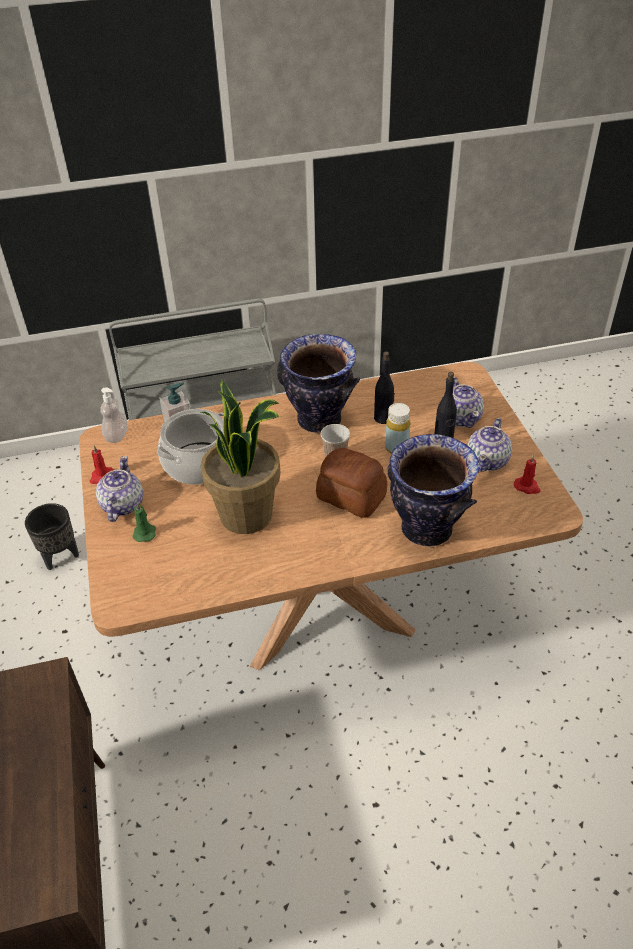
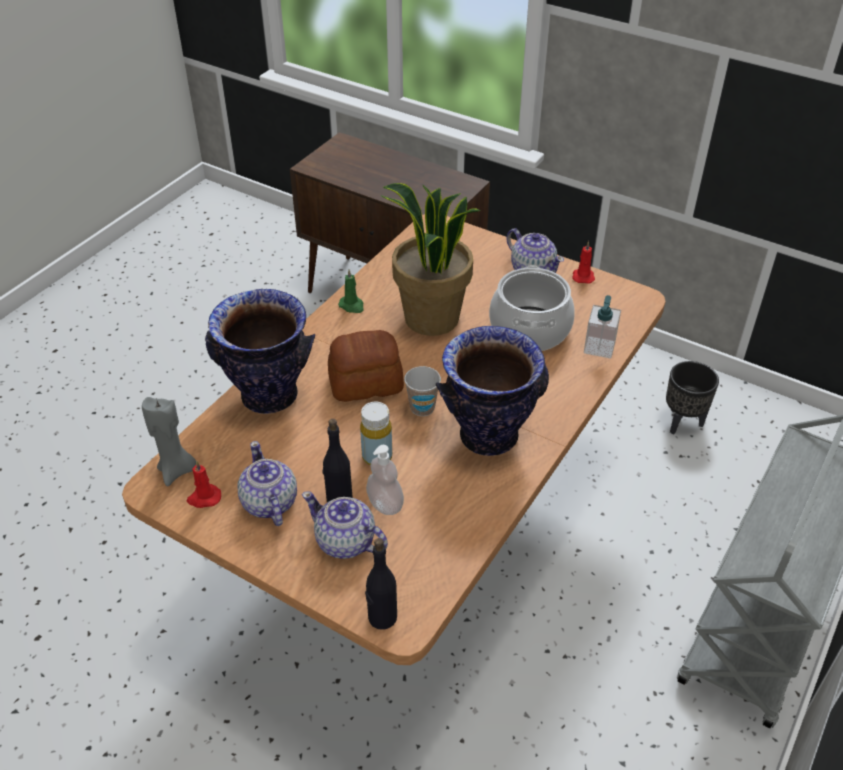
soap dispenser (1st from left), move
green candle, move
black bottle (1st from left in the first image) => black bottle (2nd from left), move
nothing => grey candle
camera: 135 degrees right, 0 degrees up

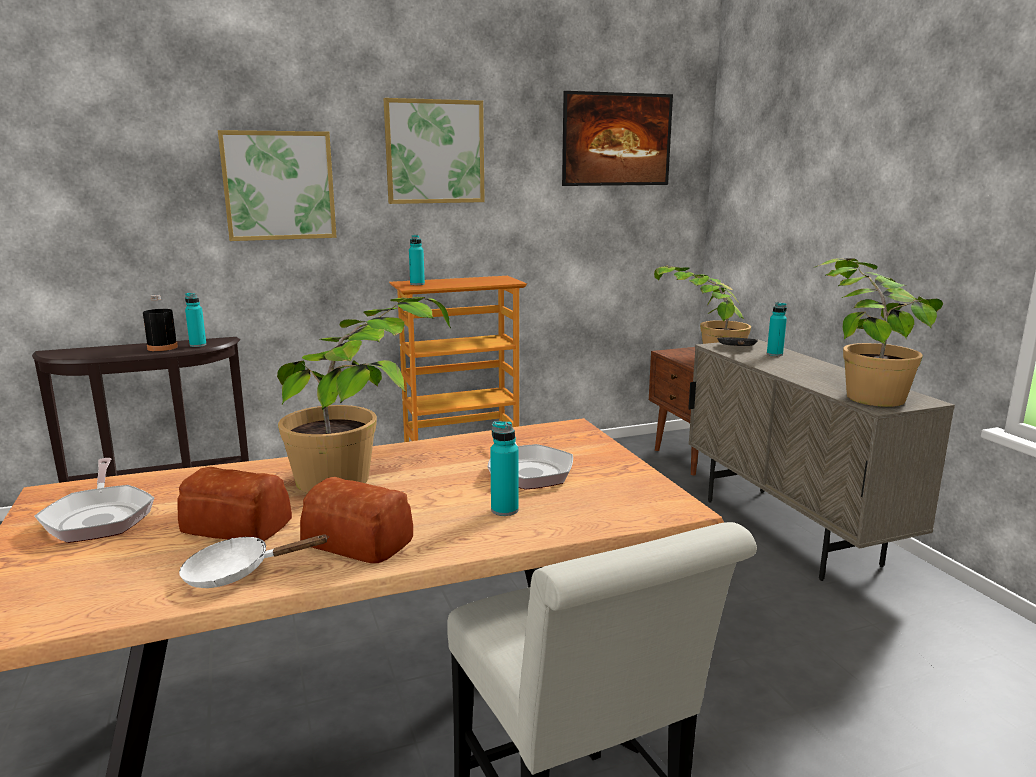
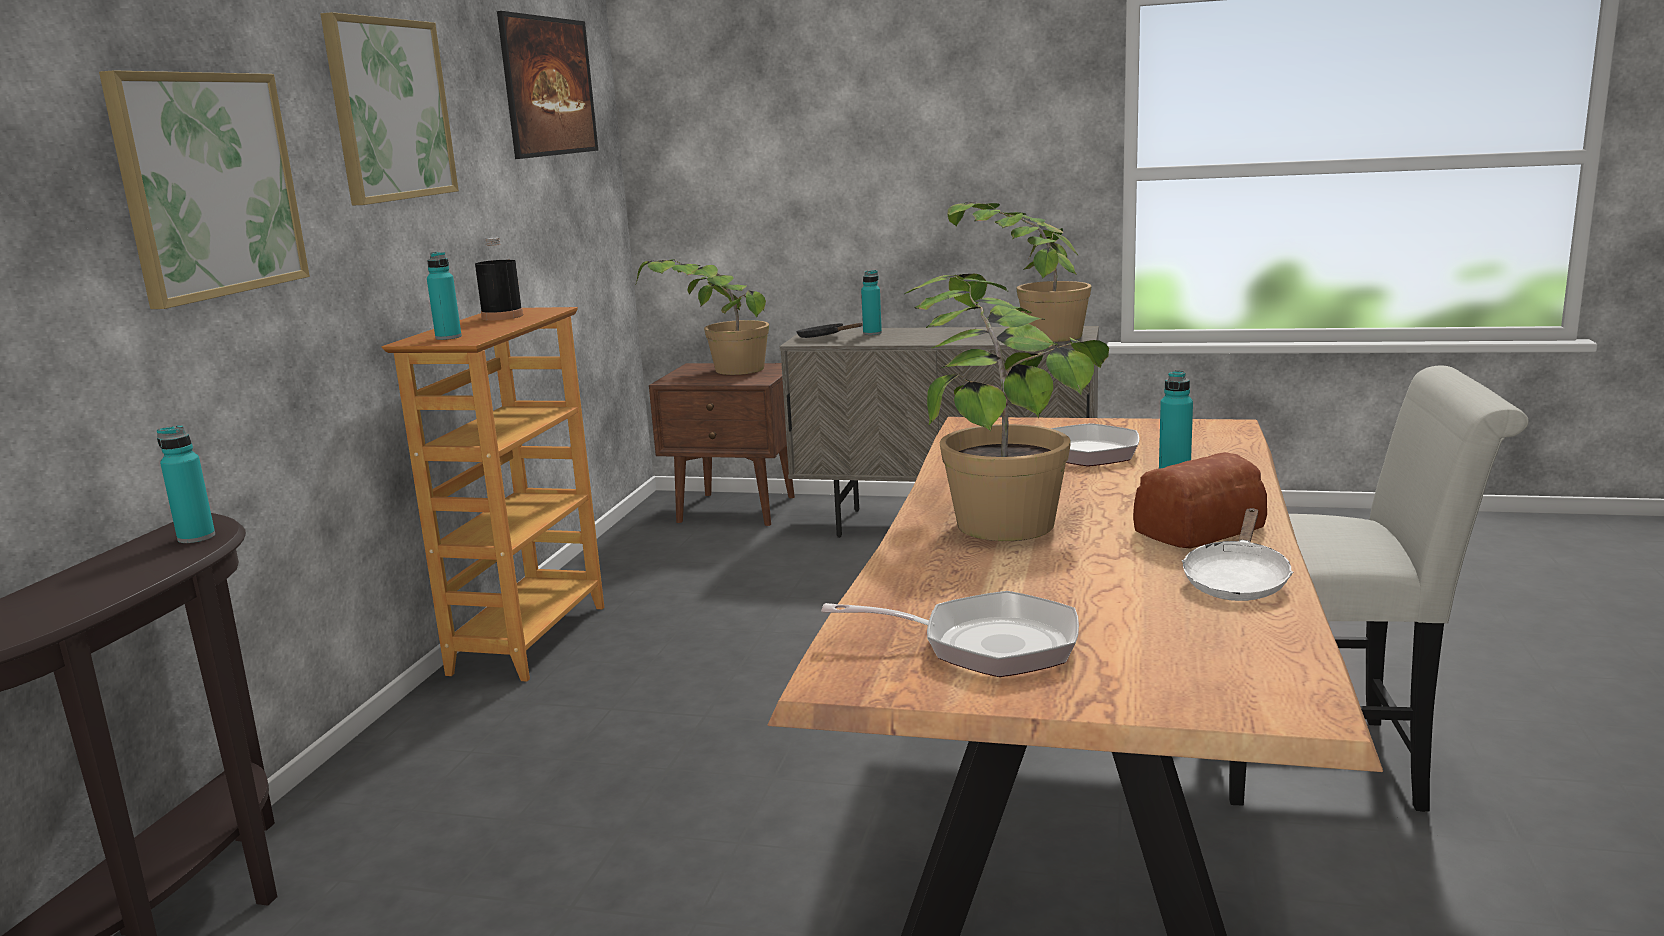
black bottle, move
bread (1st from left) => nothing
camera: 55 degrees left, 0 degrees up

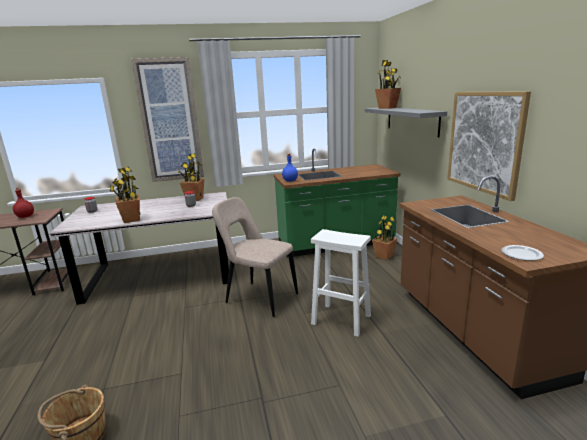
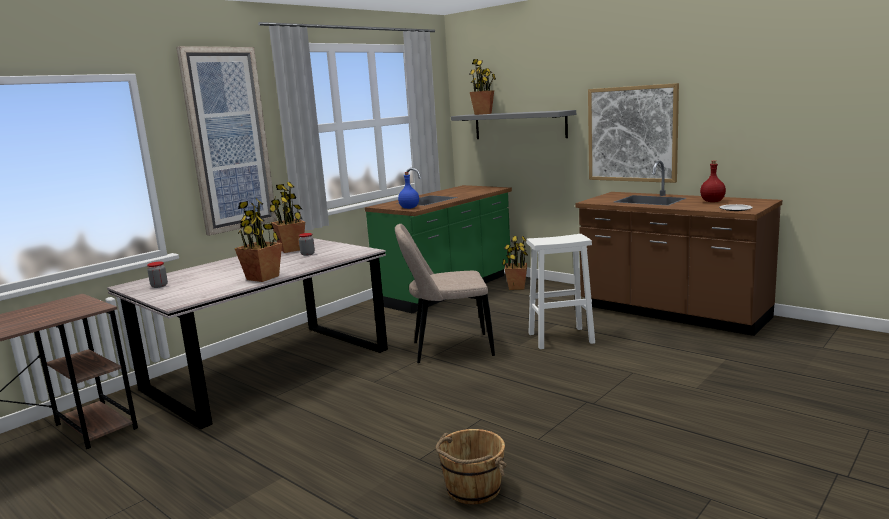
red bottle, move
camera: 35 degrees left, 5 degrees down

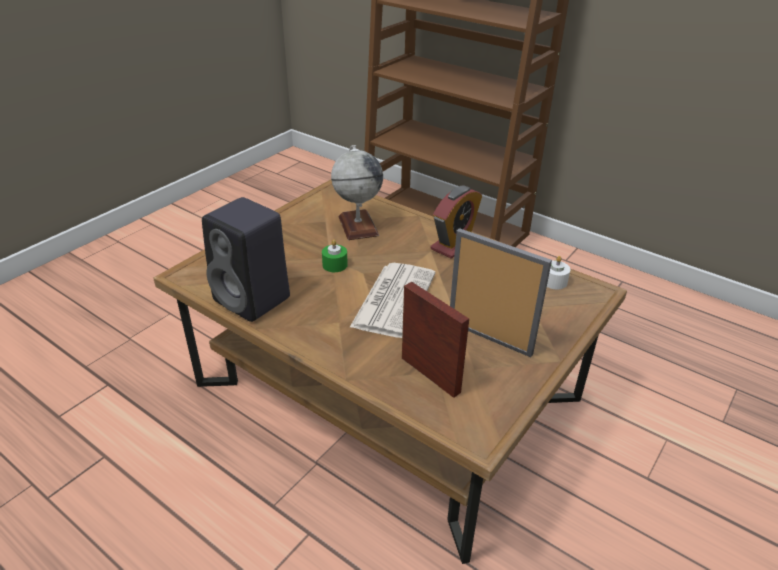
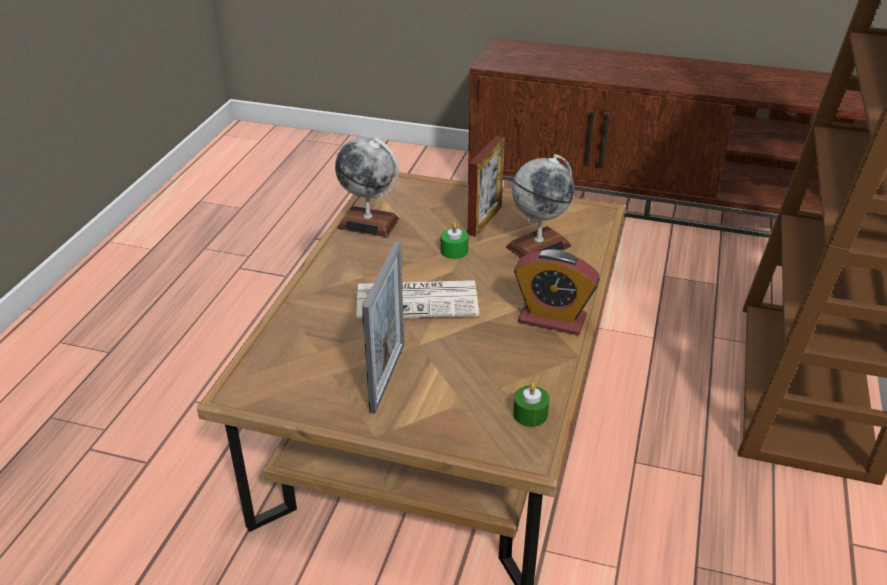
black speaker => globe (1st from left)
picture frame (1st from left in the first image) => picture frame (2nd from left), move
white candle => green candle (2nd from left)
nothing => brown tv stand
camera: 70 degrees right, 0 degrees up

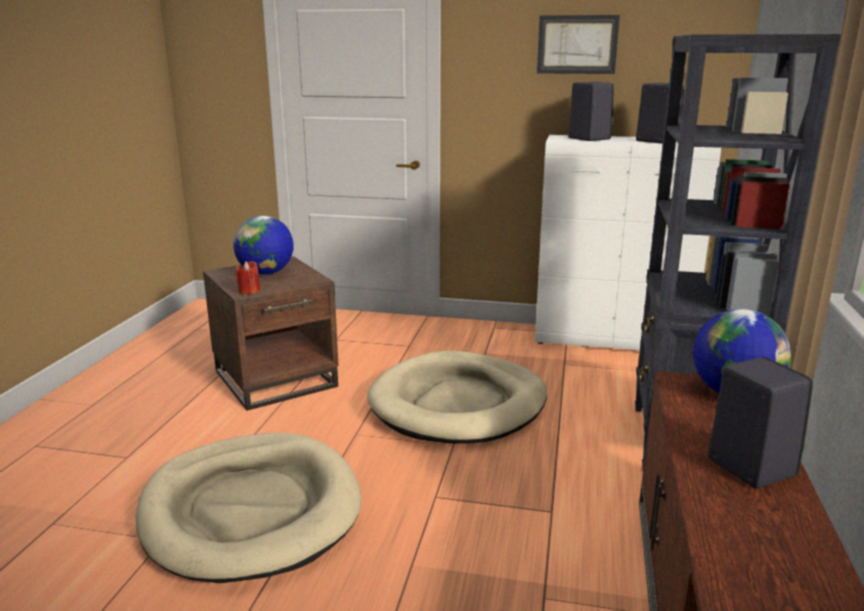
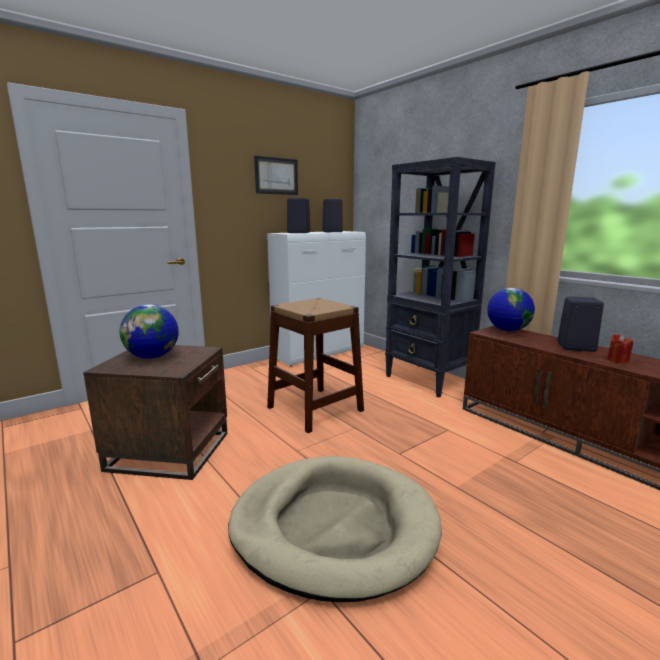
red candle, move
beige dog bed (2nd from left) => brown stool
camera: 50 degrees left, 5 degrees down

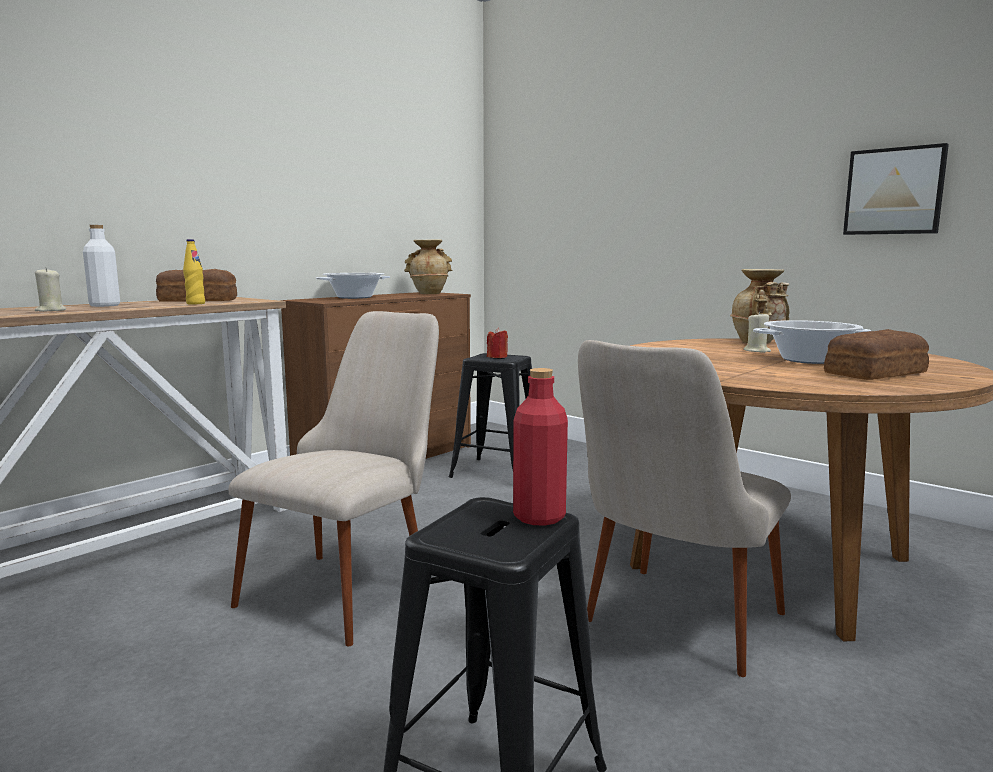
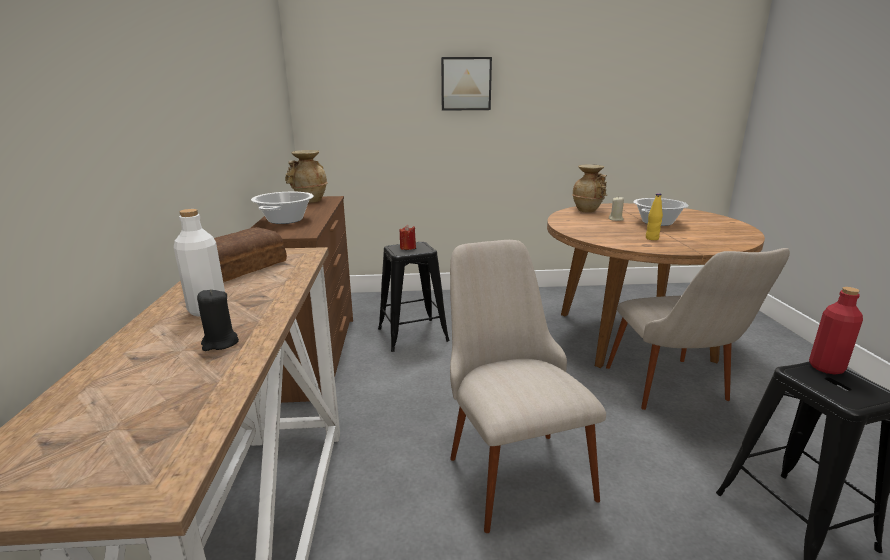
beige candle (1st from left) => black candle
yellow bottle, move
bread (2nd from left) => nothing
picture, move
camera: 45 degrees left, 10 degrees up

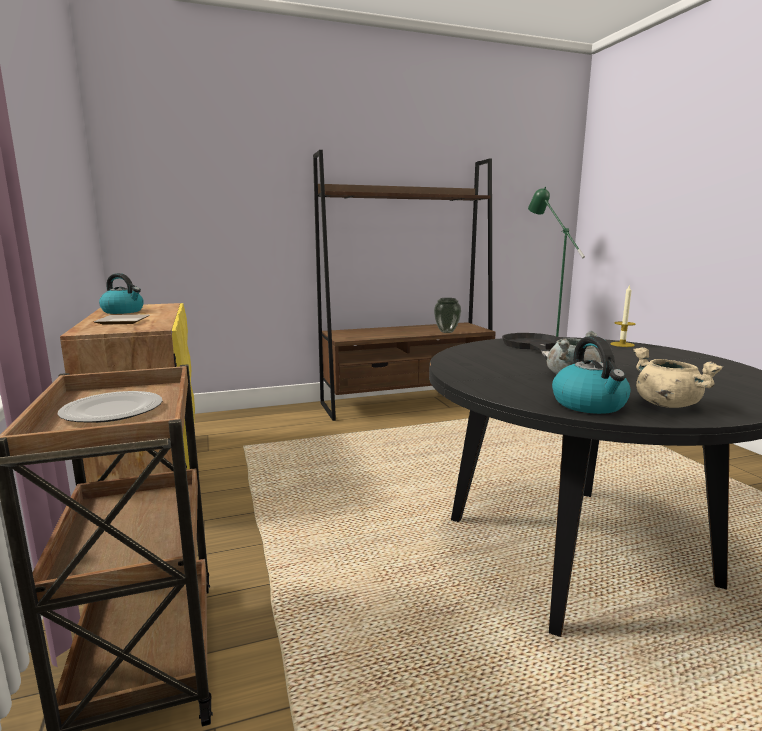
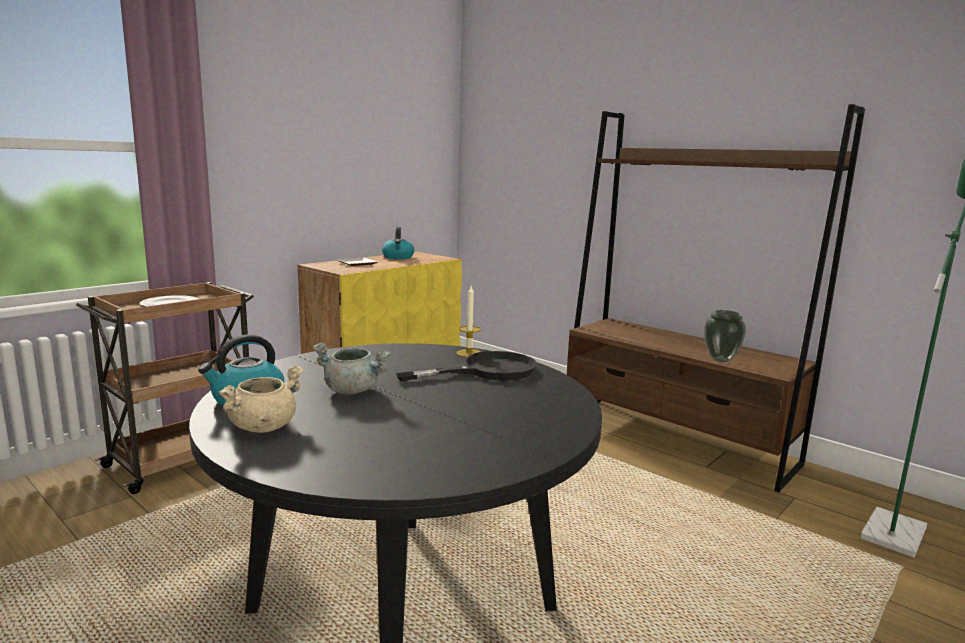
candle, move
camera: 60 degrees right, 0 degrees up

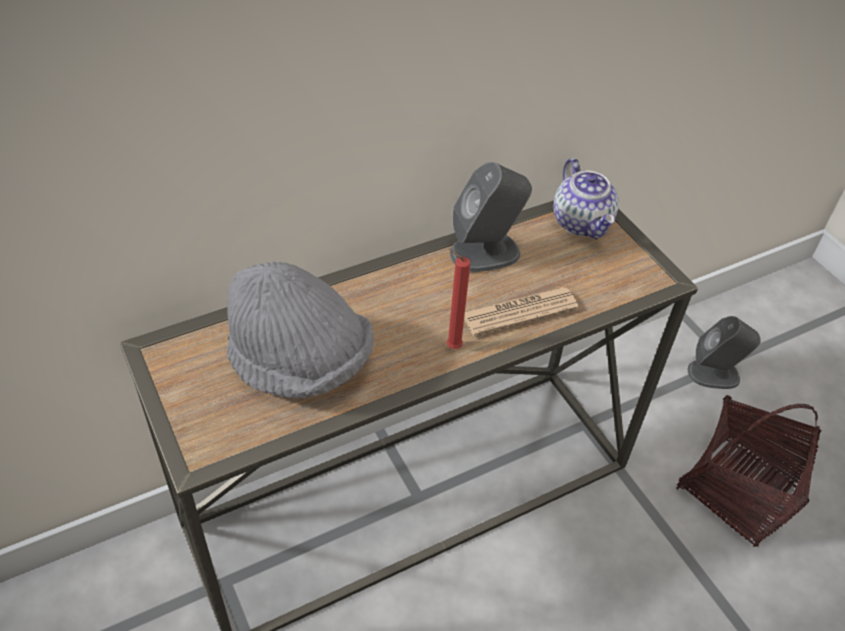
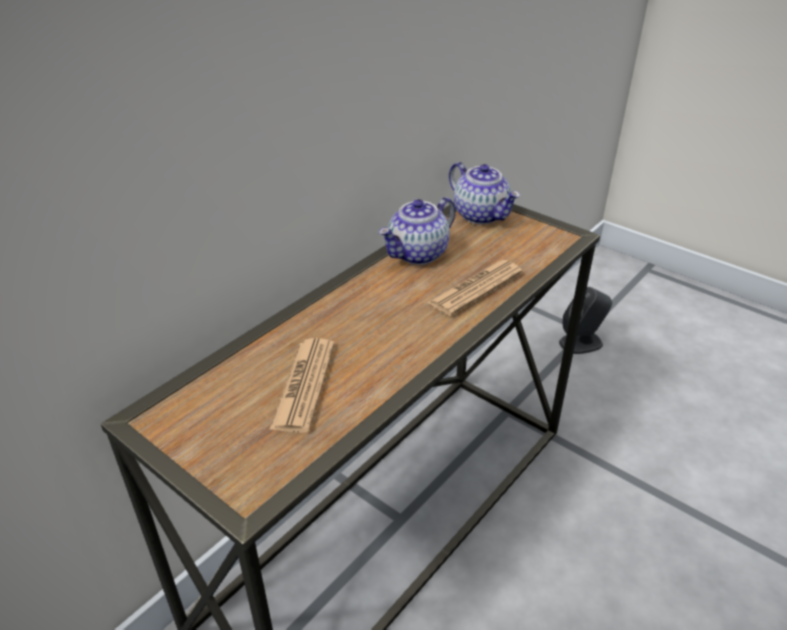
grey hat => newspaper (1st from left)
red candle => nothing
grey speaker (1st from left) => teapot (1st from left)
basket => nothing
camera: 20 degrees left, 10 degrees down

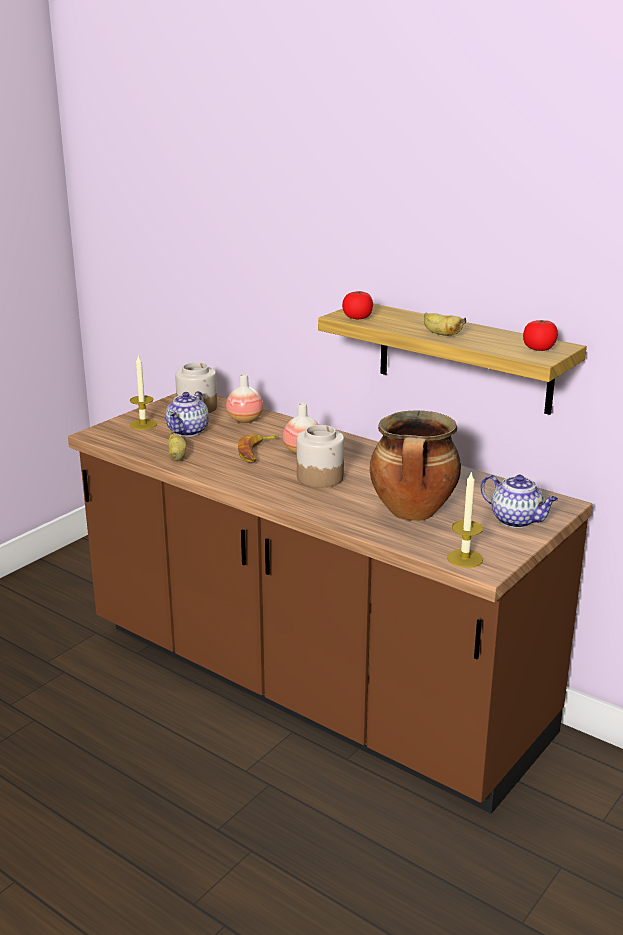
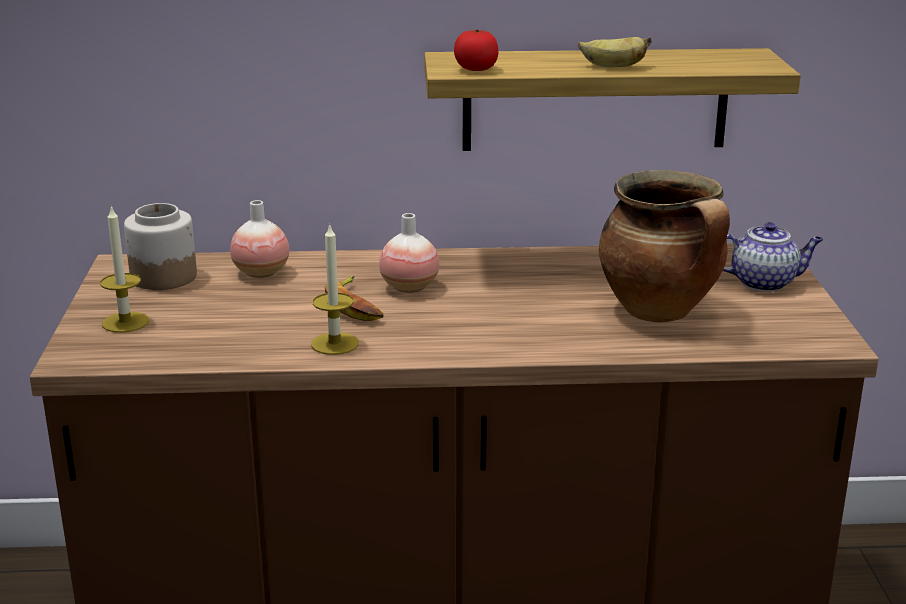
teapot (1st from left) => nothing
banana (1st from left) => nothing
jar (2nd from left) => nothing
candle (2nd from left), move
tomato (2nd from left) => nothing
camera: 40 degrees left, 0 degrees up

